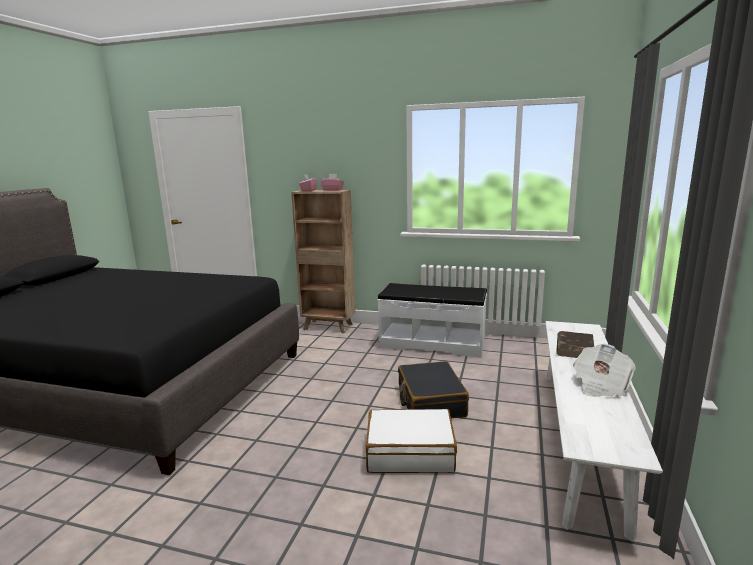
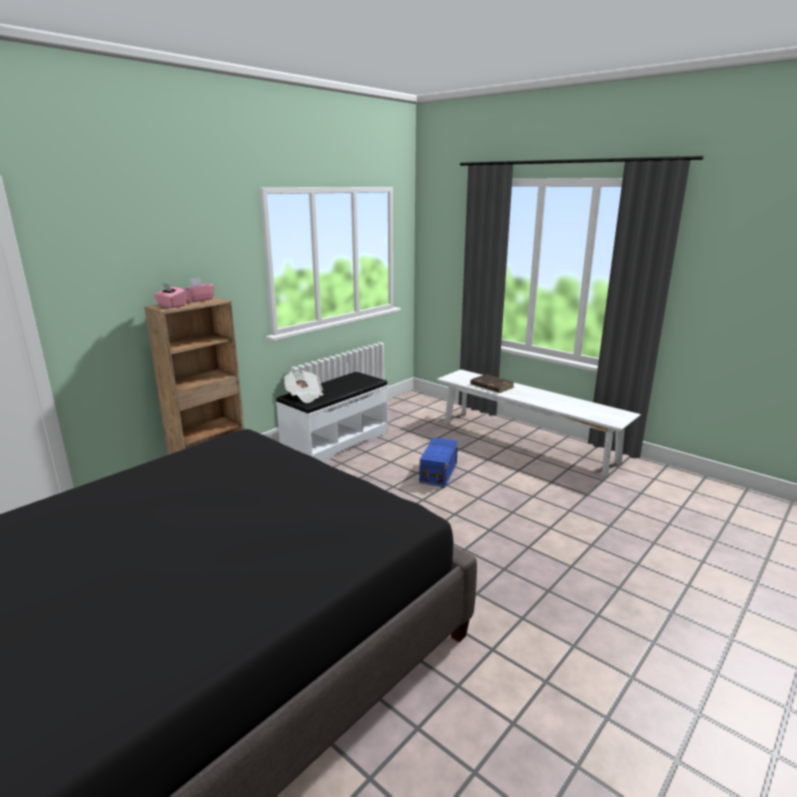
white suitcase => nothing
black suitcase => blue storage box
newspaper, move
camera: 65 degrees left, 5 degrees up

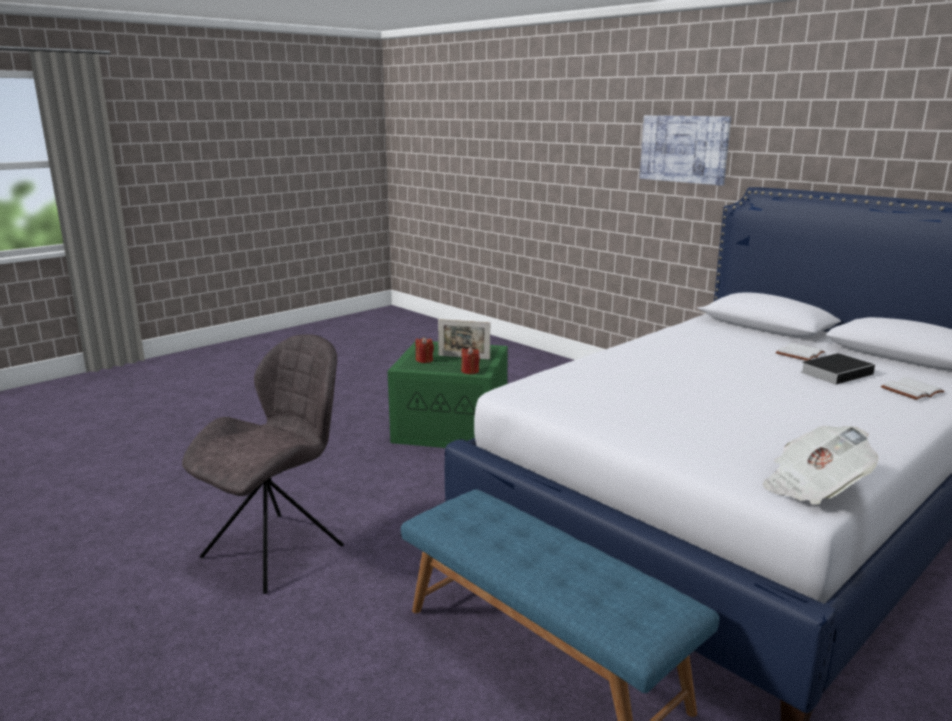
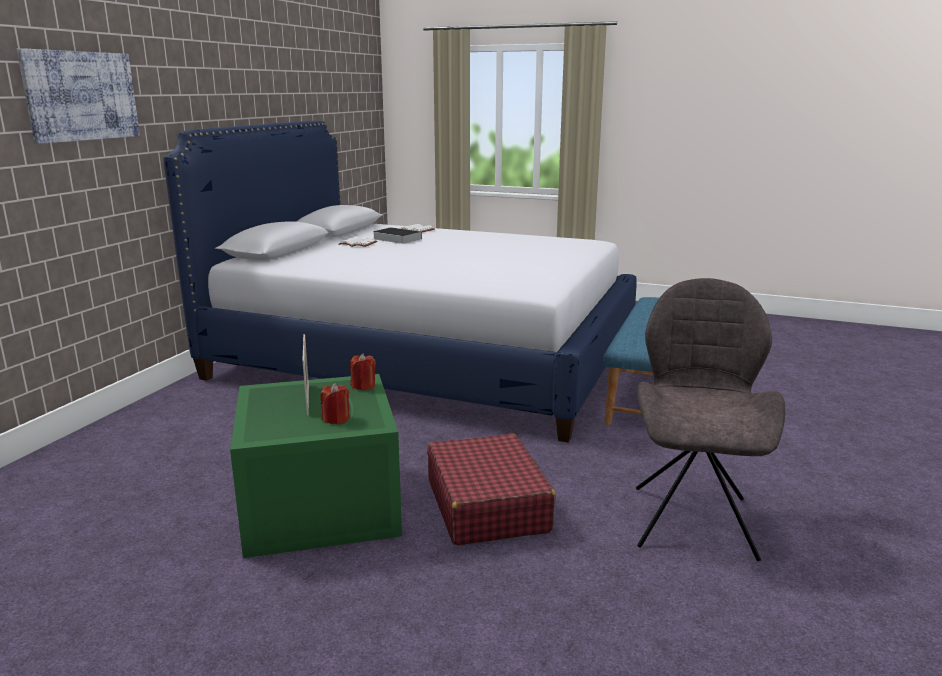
grey chair, 90 degrees clockwise
newspaper => nothing
nothing => red suitcase
camera: 115 degrees left, 0 degrees up

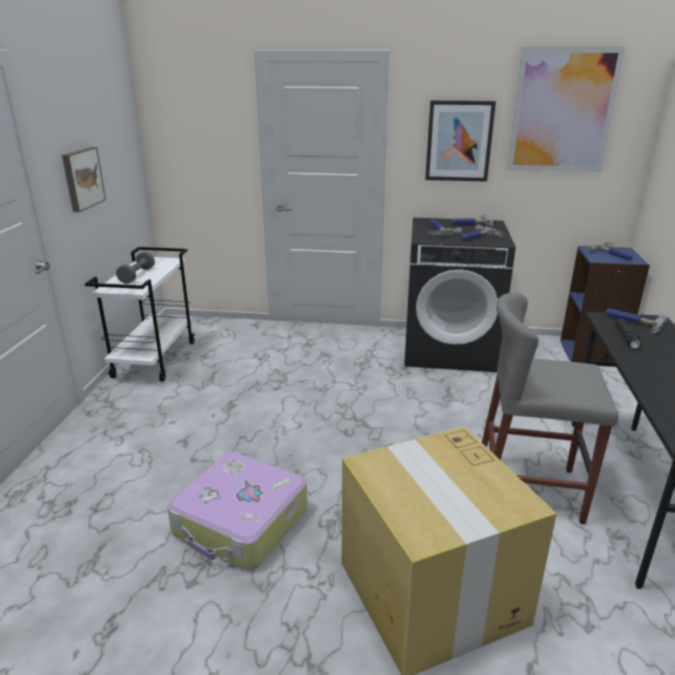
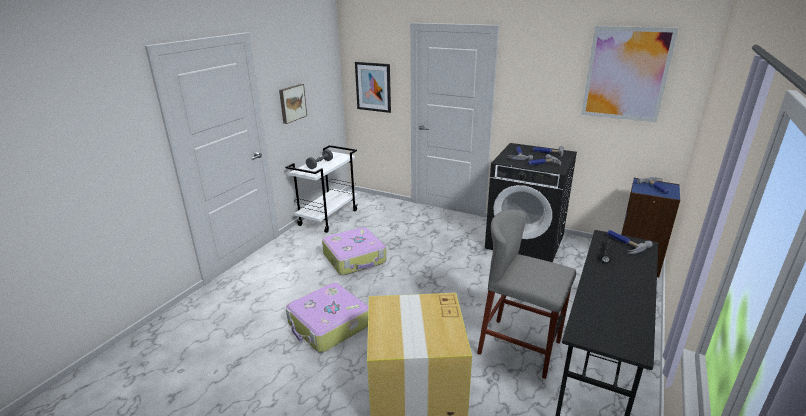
picture (2nd from left), move
nothing => suitcase (2nd from left)
camera: 20 degrees right, 0 degrees up

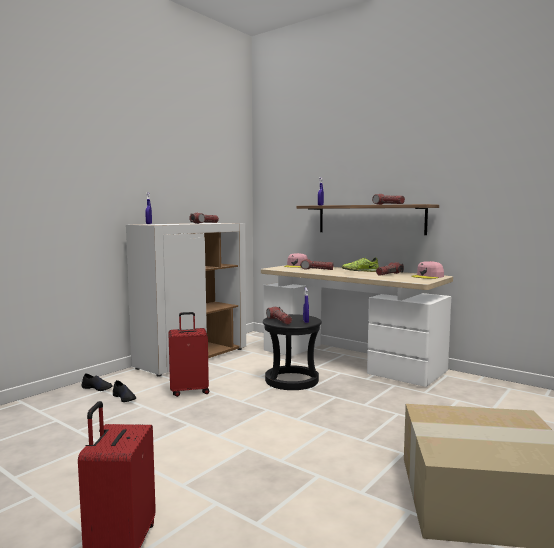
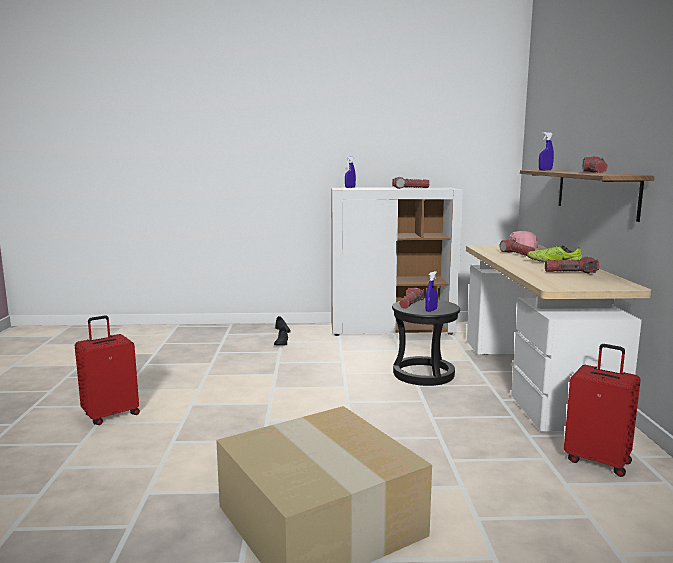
red suitcase (2nd from left), move
pink cap (2nd from left) => nothing
camera: 50 degrees right, 5 degrees up

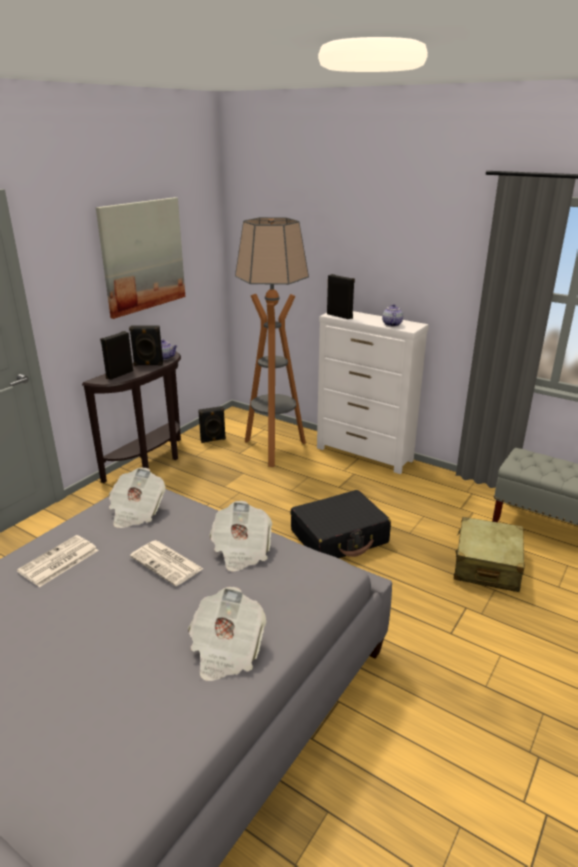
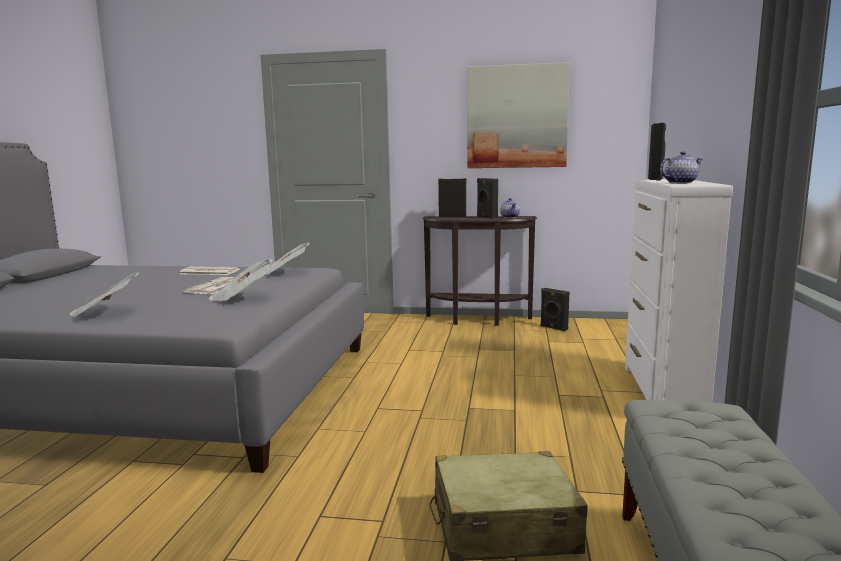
floor lamp => nothing
black suitcase => nothing
camera: 65 degrees right, 15 degrees down

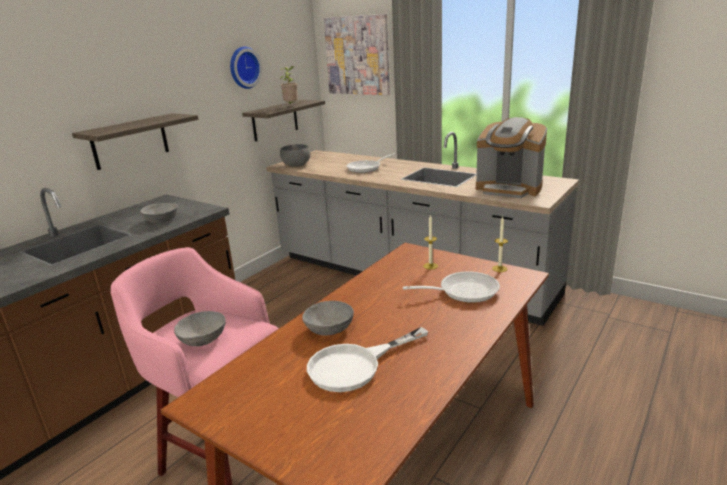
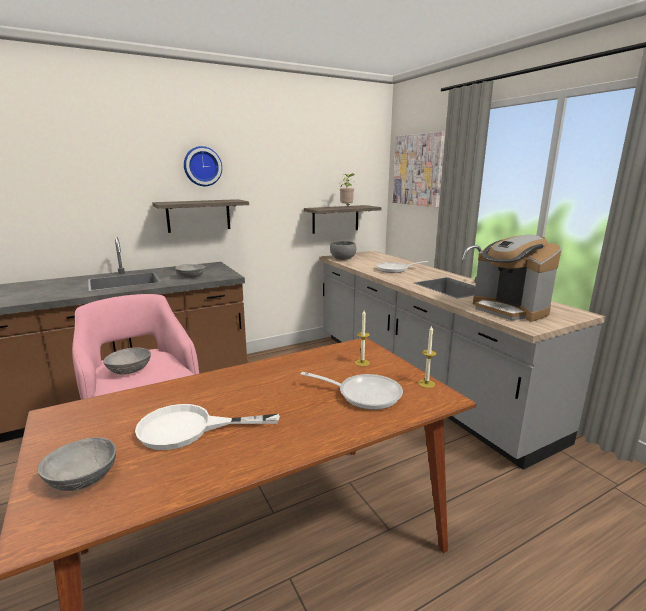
wall clock, move
grey bowl (4th from left in the first image) => grey bowl (1st from left), move
camera: 25 degrees right, 5 degrees down

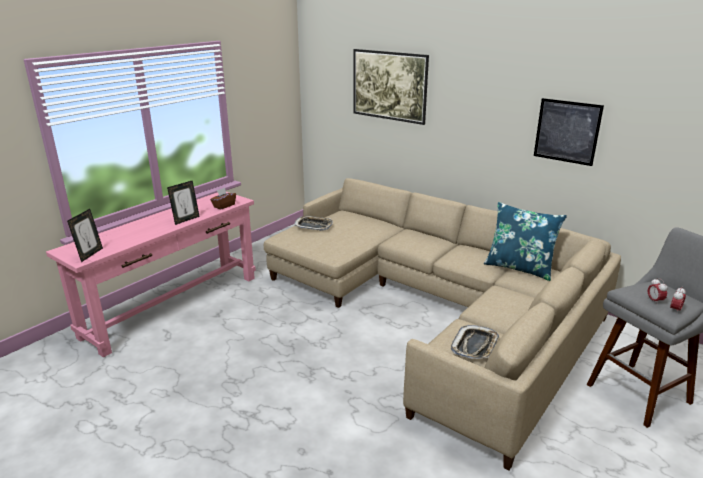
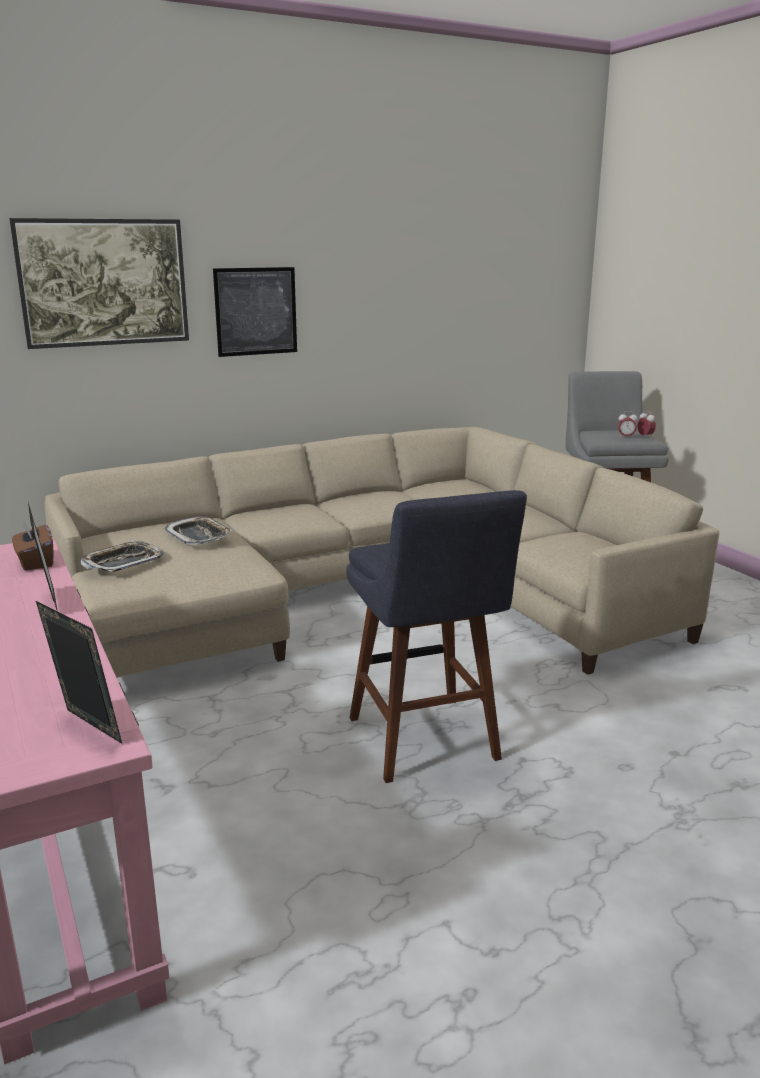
tray (2nd from left), move
blue pillow => nothing
picture (2nd from left), move
nothing => blue stool
camera: 65 degrees left, 5 degrees down

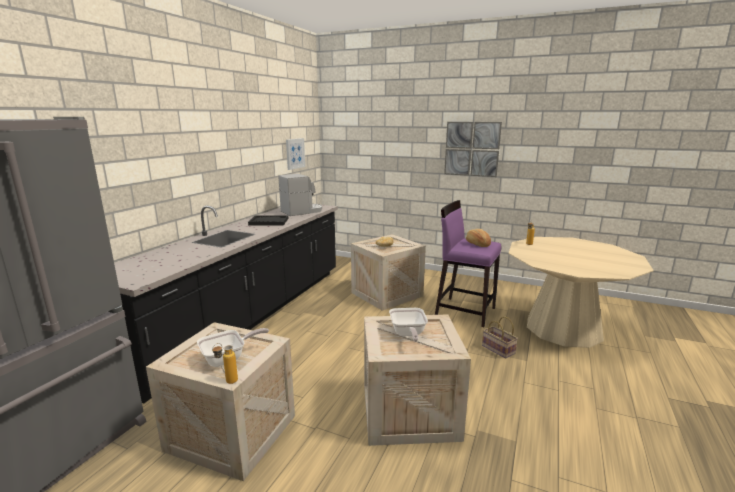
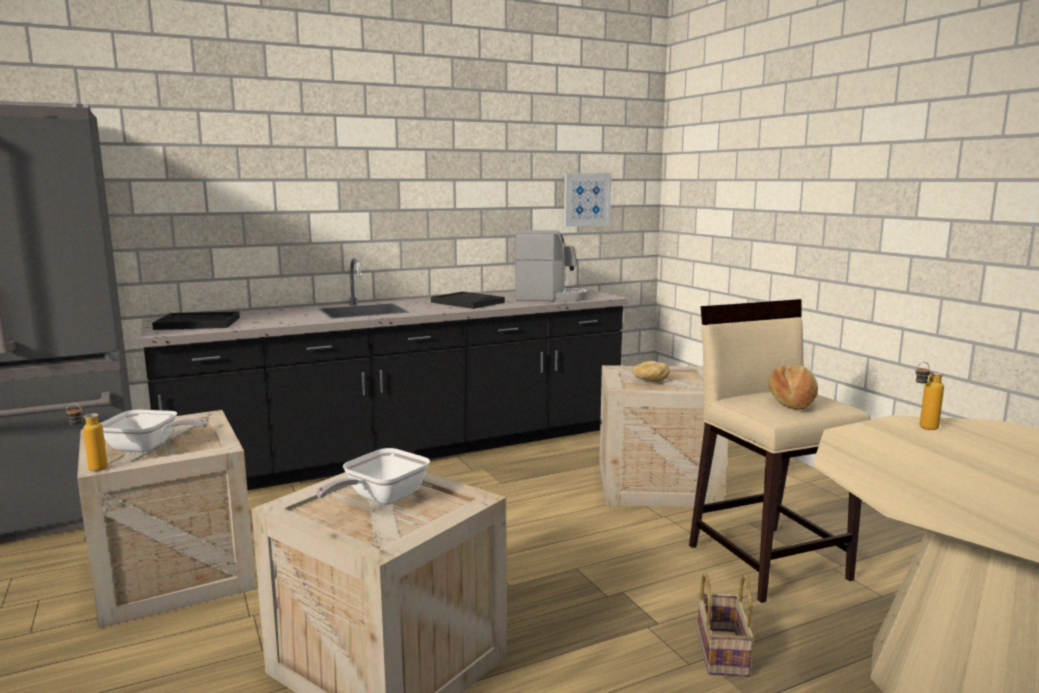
purple stool => beige stool
picture (2nd from left) => nothing
nothing => black tray (1st from left)
camera: 40 degrees right, 5 degrees down

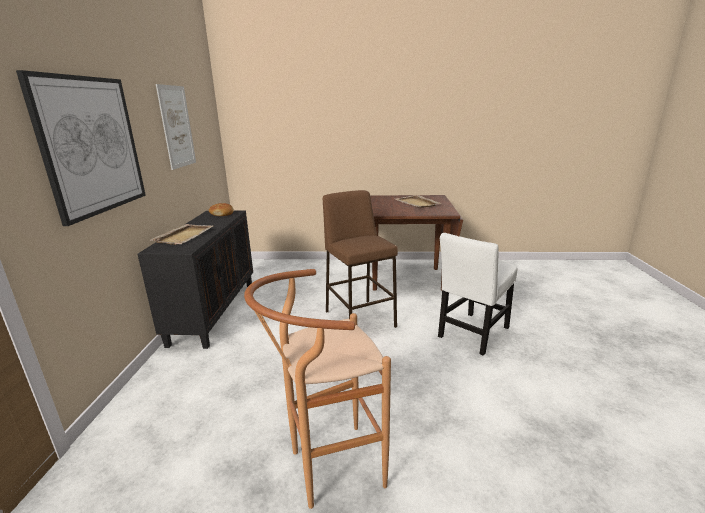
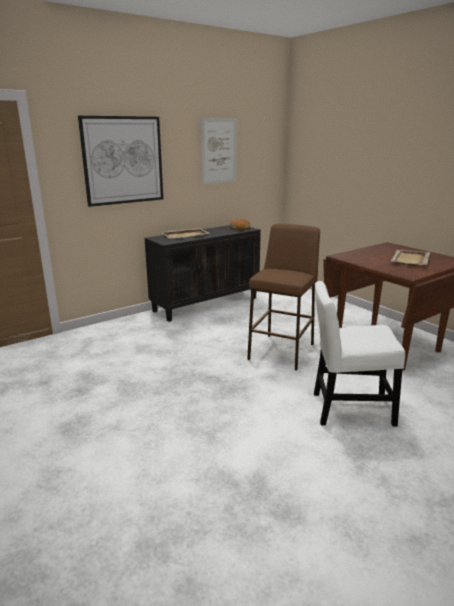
brown stool (1st from left) => nothing
camera: 50 degrees right, 0 degrees up

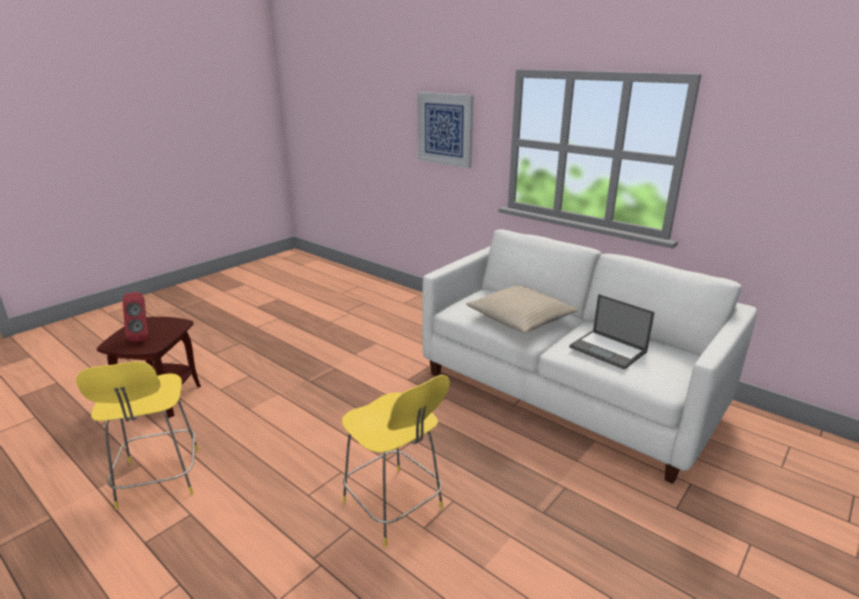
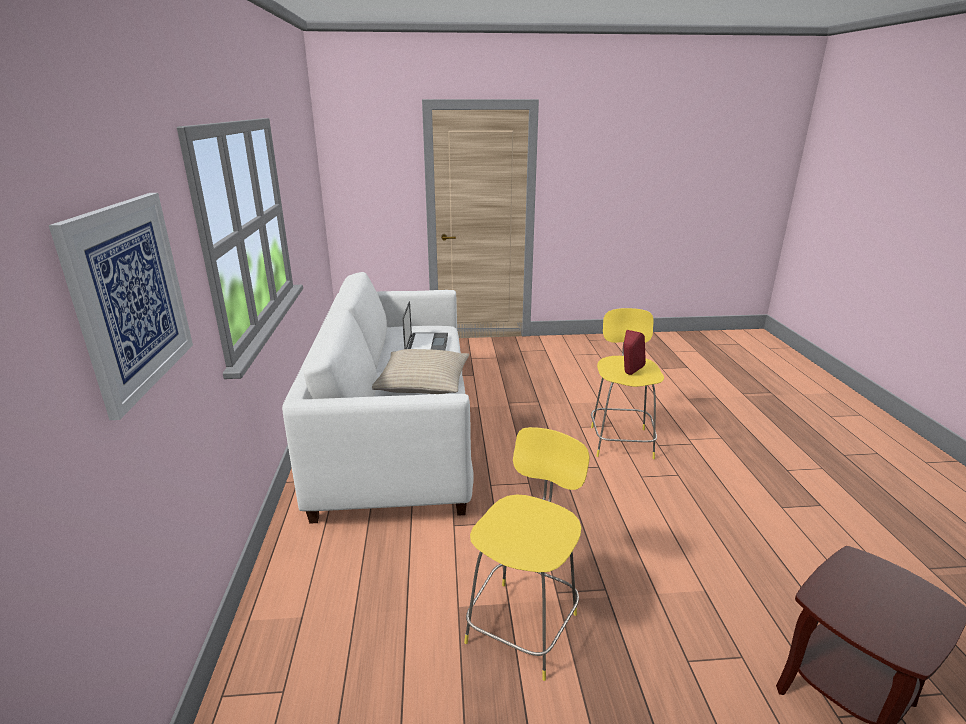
yellow stool (1st from left), move
red speaker, move
camera: 135 degrees left, 0 degrees up

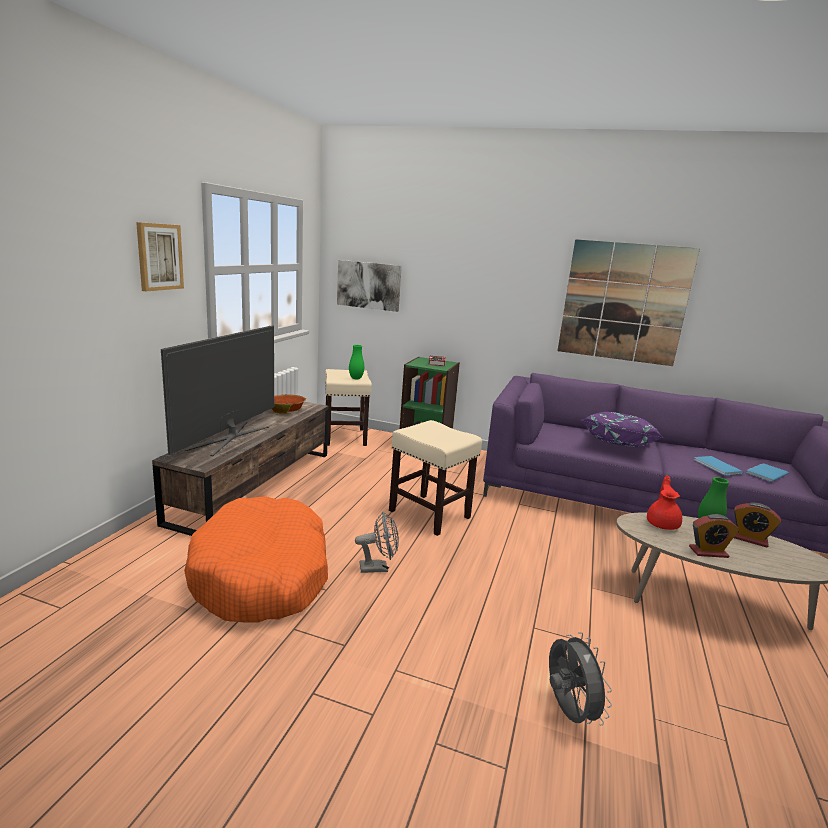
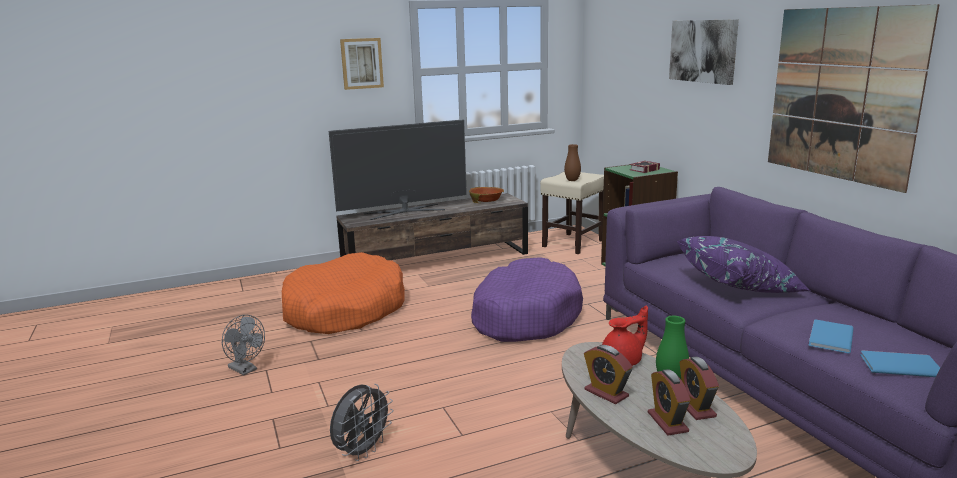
picture (2nd from left), move
green vase (1st from left) => brown vase
grey fan (1st from left), move
beige stool (2nd from left) => purple dog bed
nothing => alarm clock (2nd from left)
camera: 50 degrees right, 0 degrees up

